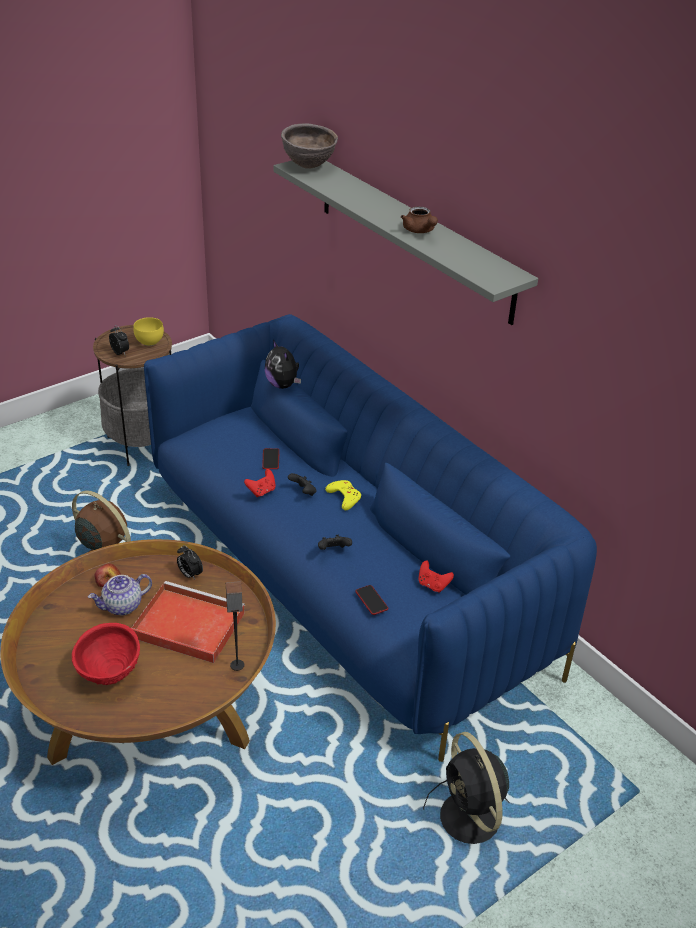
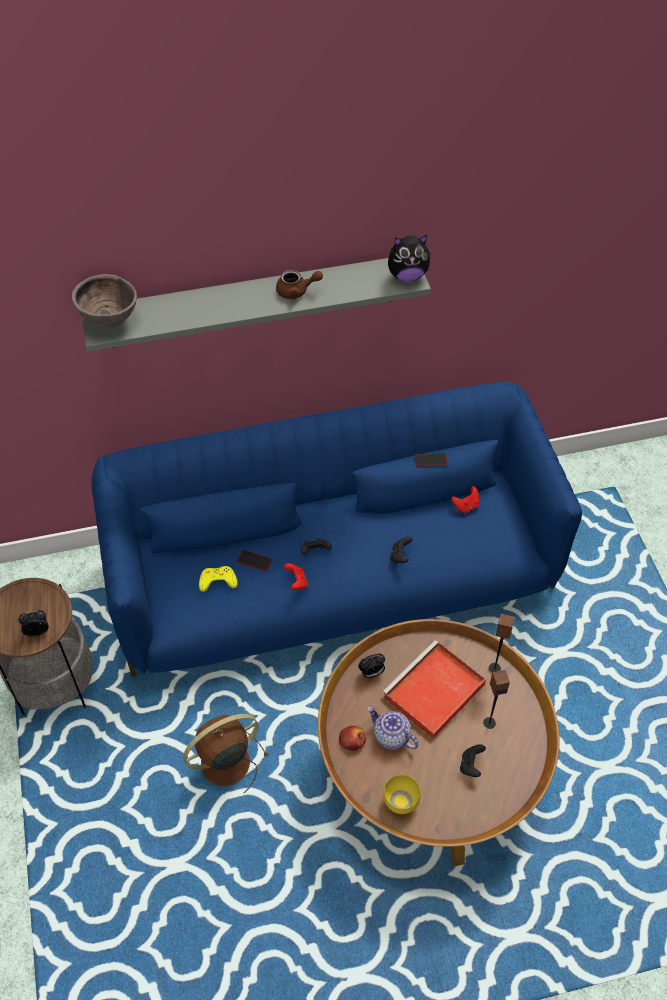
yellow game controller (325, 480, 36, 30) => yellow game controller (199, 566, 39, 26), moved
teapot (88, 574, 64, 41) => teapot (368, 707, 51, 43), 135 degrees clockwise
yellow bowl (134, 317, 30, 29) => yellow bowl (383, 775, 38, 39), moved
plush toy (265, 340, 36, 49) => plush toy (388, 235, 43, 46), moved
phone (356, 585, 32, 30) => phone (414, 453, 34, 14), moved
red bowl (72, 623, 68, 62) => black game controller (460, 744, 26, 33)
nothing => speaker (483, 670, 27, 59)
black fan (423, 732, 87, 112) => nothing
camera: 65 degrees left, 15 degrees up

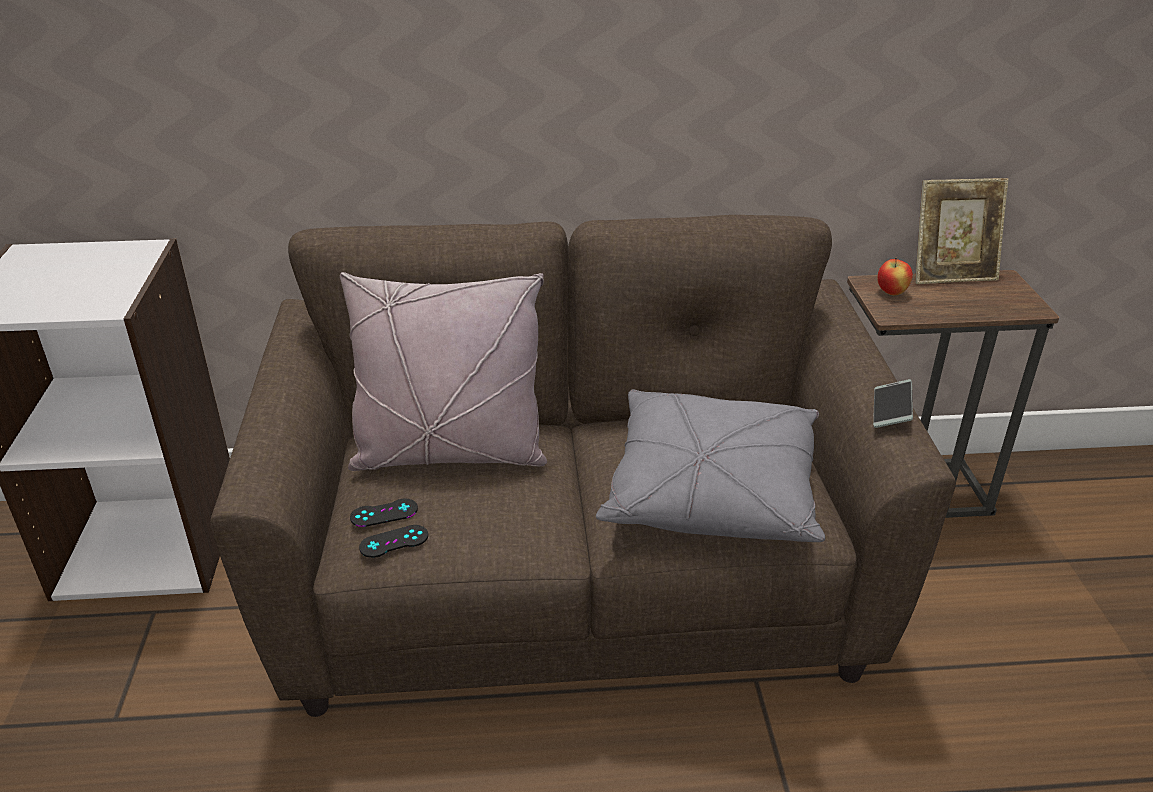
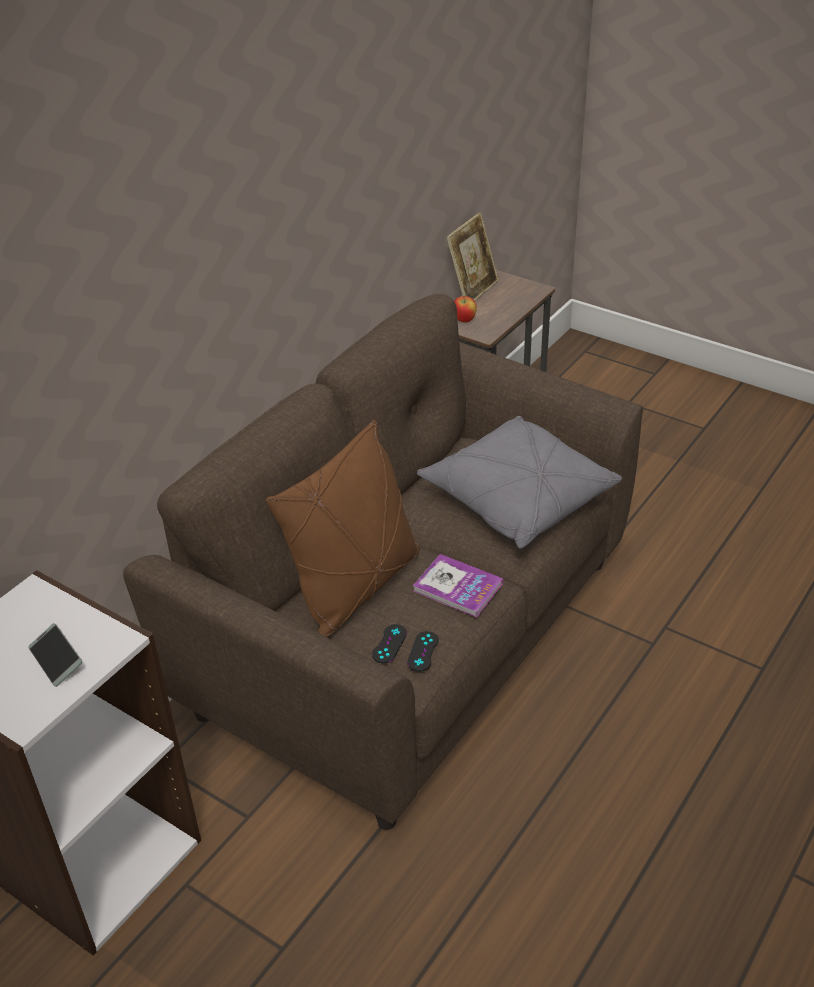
phone (873, 379, 40, 49) => phone (28, 623, 54, 64), moved
purple pillow (340, 272, 207, 199) => brown pillow (266, 420, 154, 218)
nothing => book (413, 554, 90, 63)
camera: 50 degrees left, 5 degrees up

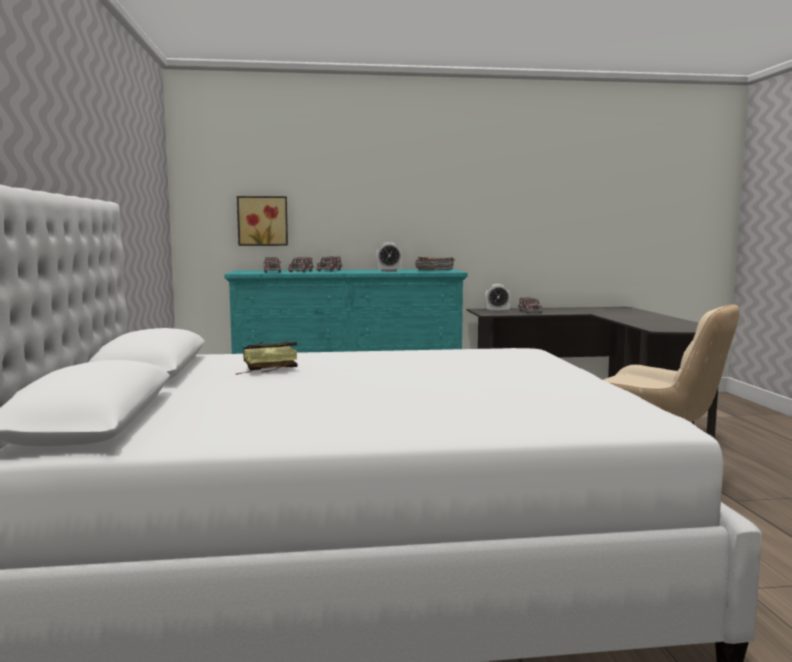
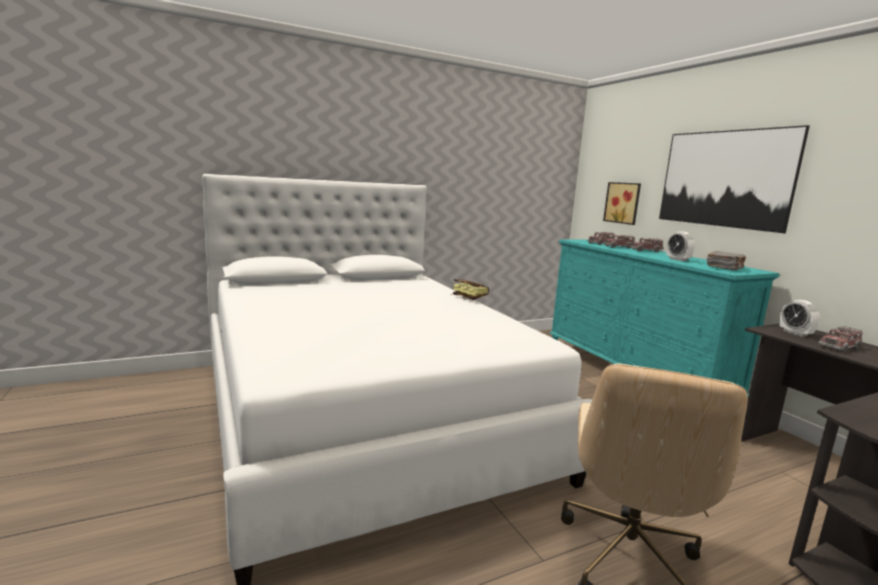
book (235, 340, 63, 35) => book (451, 279, 38, 21), moved
nothing => picture (659, 125, 151, 108)
camera: 70 degrees right, 5 degrees up

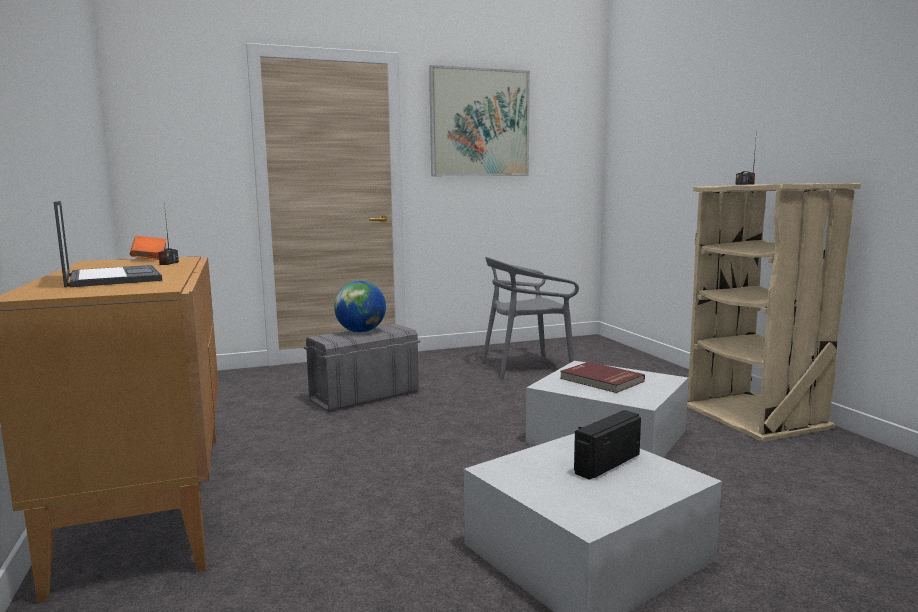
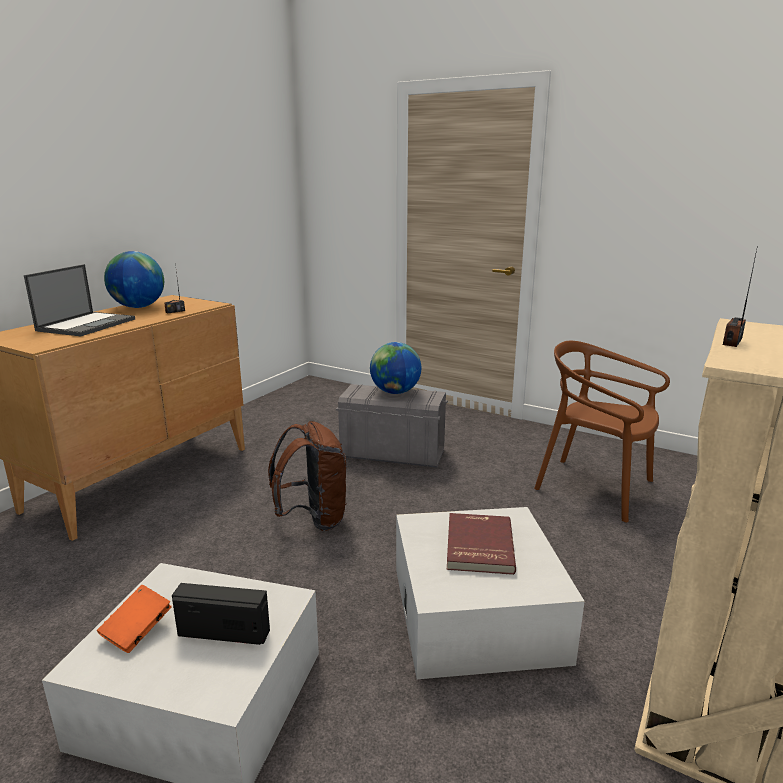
orange book (130, 236, 37, 24) => orange book (97, 585, 75, 68), moved
nothing => globe (104, 251, 60, 57)
nothing => brown backpack (268, 421, 79, 110)
grey chair (481, 257, 98, 123) => brown chair (534, 341, 136, 181)
picture (429, 65, 101, 111) => nothing
camera: 50 degrees right, 10 degrees up

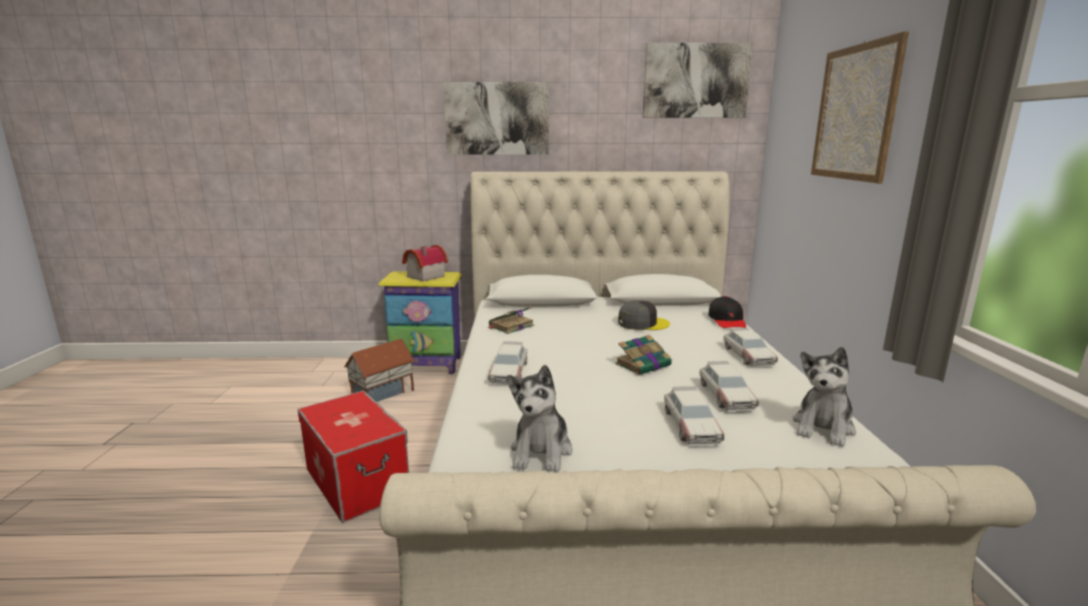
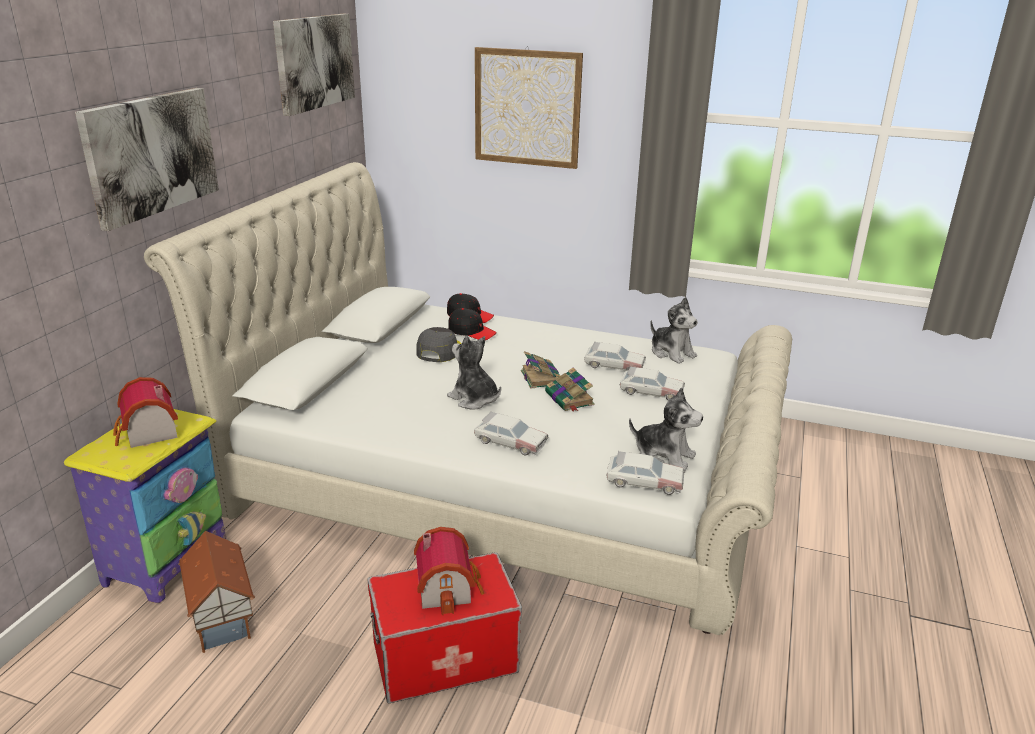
nothing => toy house (414, 527, 70, 88)
nothing => plush toy (447, 335, 54, 74)
nothing => black cap (448, 308, 49, 32)
book (488, 307, 46, 27) => book (545, 368, 50, 44), moved
toy car (723, 328, 55, 39) => toy car (606, 451, 78, 44), moved
camera: 70 degrees left, 10 degrees up

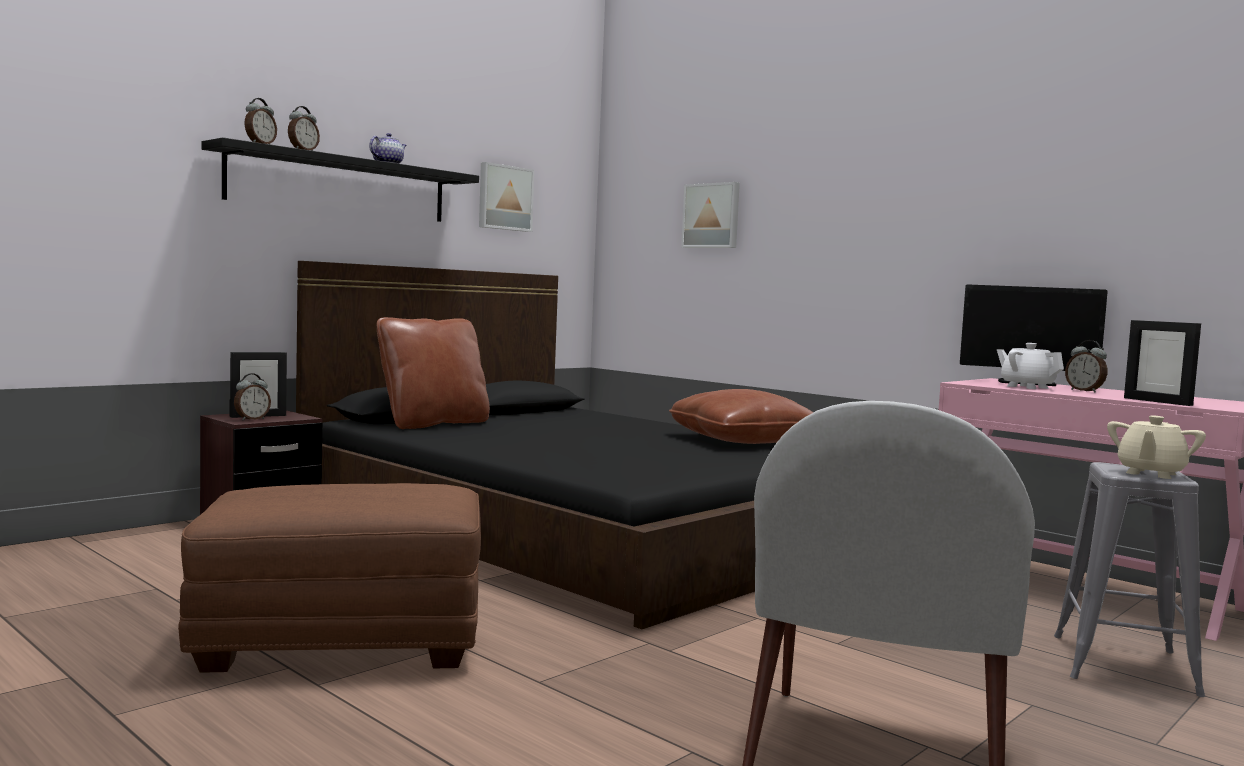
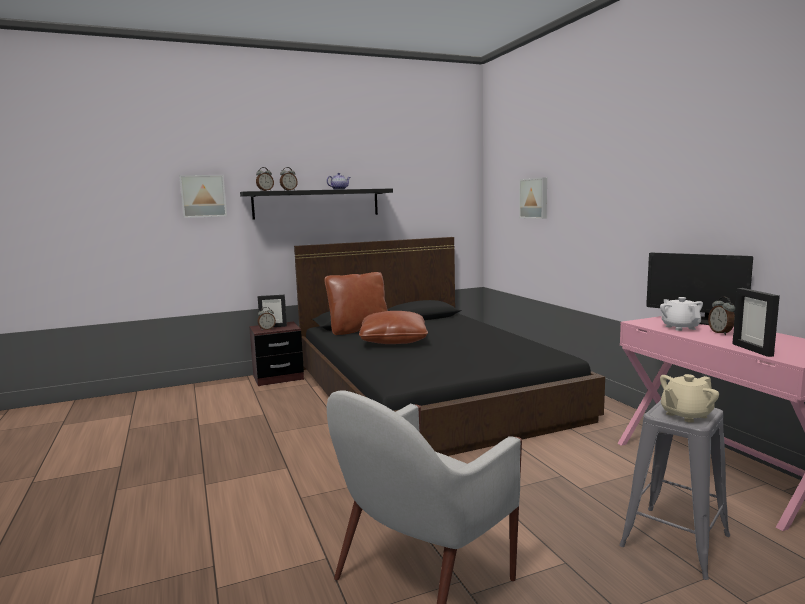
picture (479, 162, 55, 70) => picture (179, 175, 48, 43), moved
brown pillow (669, 389, 144, 55) => brown pillow (359, 311, 69, 33), moved
brown ottoman (178, 483, 303, 190) => nothing
camera: 25 degrees right, 5 degrees up

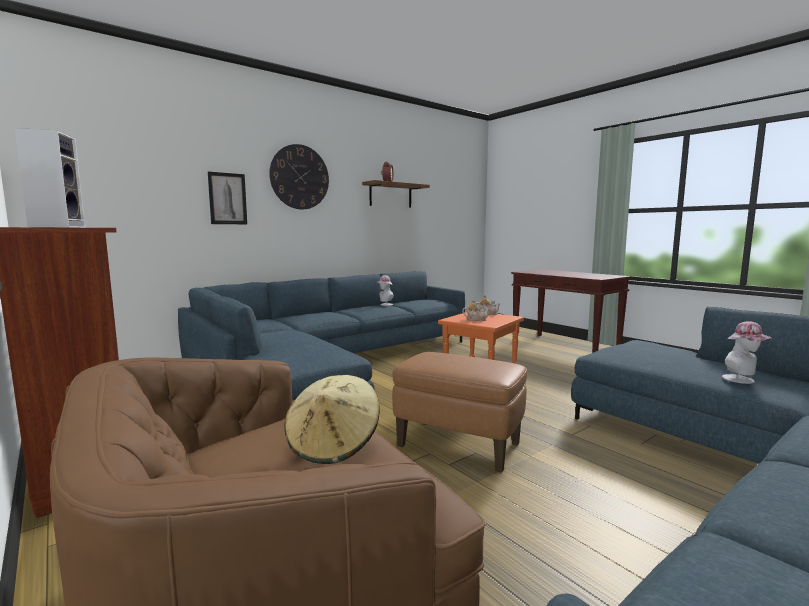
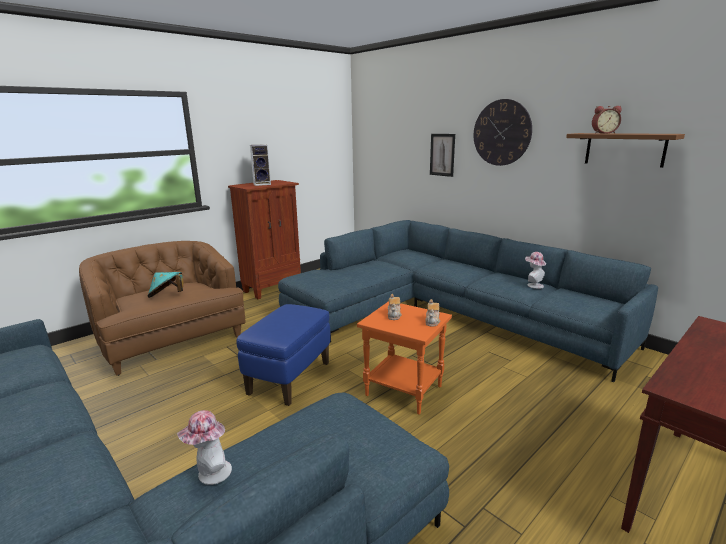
beige hat (284, 375, 96, 89) => turquoise hat (147, 272, 36, 26)
brown ottoman (392, 352, 135, 121) => blue ottoman (236, 304, 94, 102)
camera: 85 degrees right, 10 degrees up

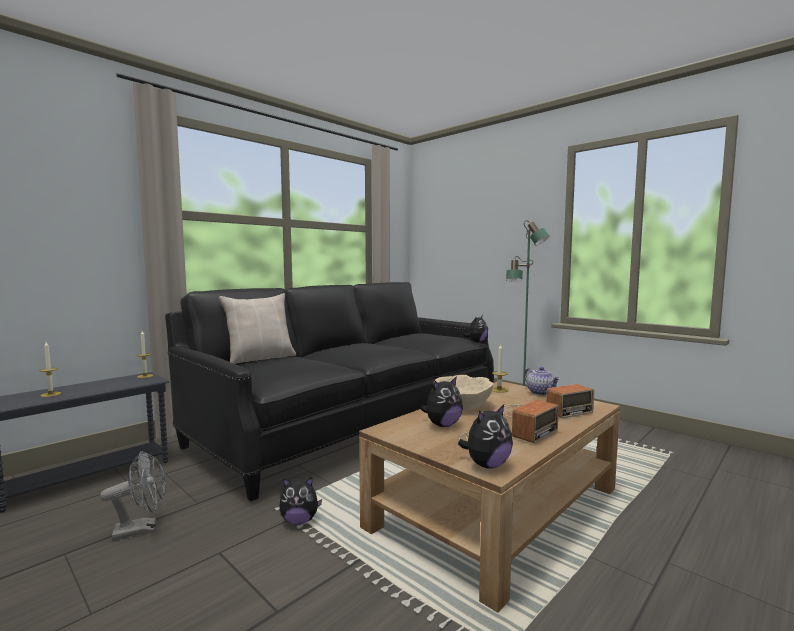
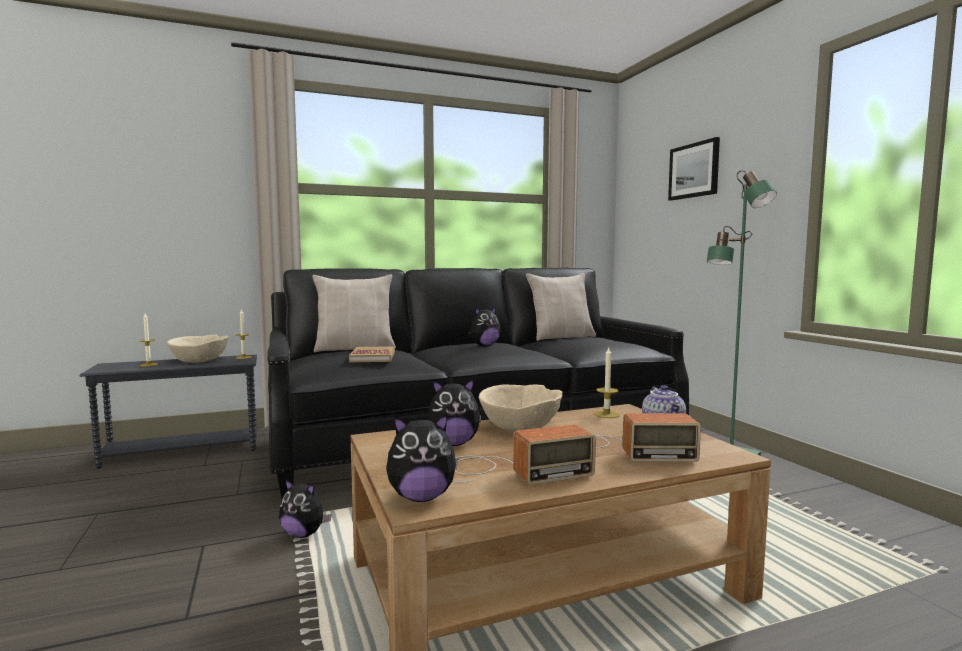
nothing => beige bowl (167, 335, 61, 28)
nothing => book (349, 346, 46, 16)
plush toy (463, 315, 25, 27) => plush toy (468, 306, 33, 40), moved
nothing => beige pillow (526, 273, 70, 68)
nothing => picture (668, 137, 52, 64)
grey fan (100, 451, 66, 89) => nothing
camera: 25 degrees right, 0 degrees up

